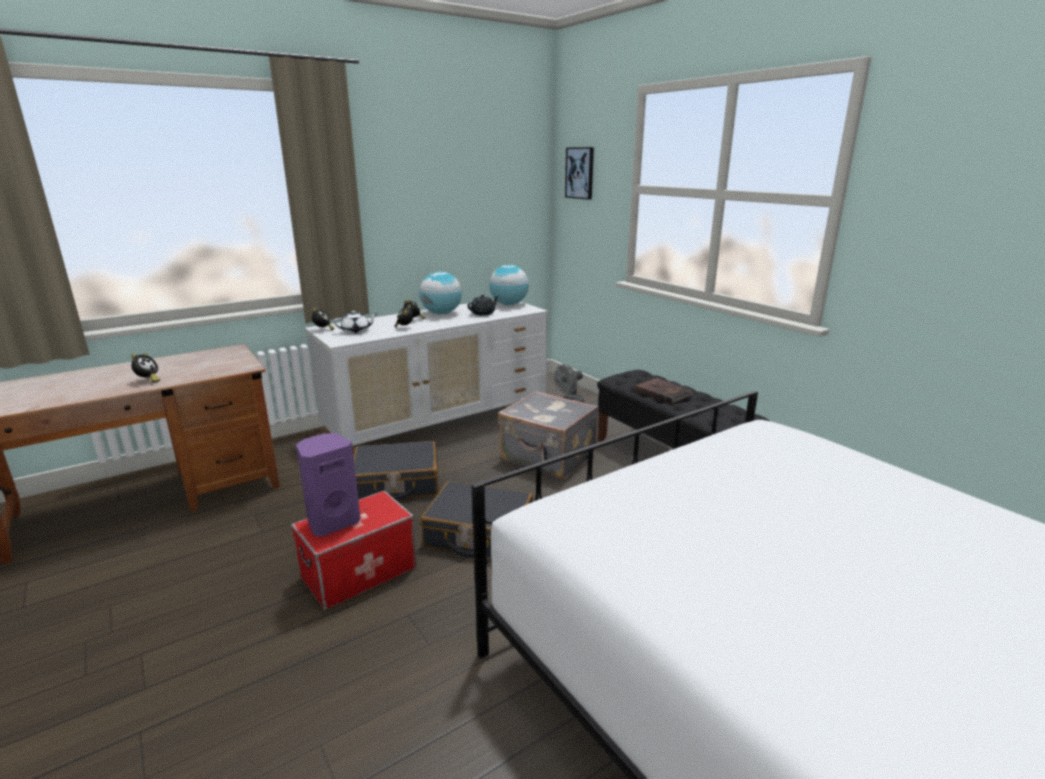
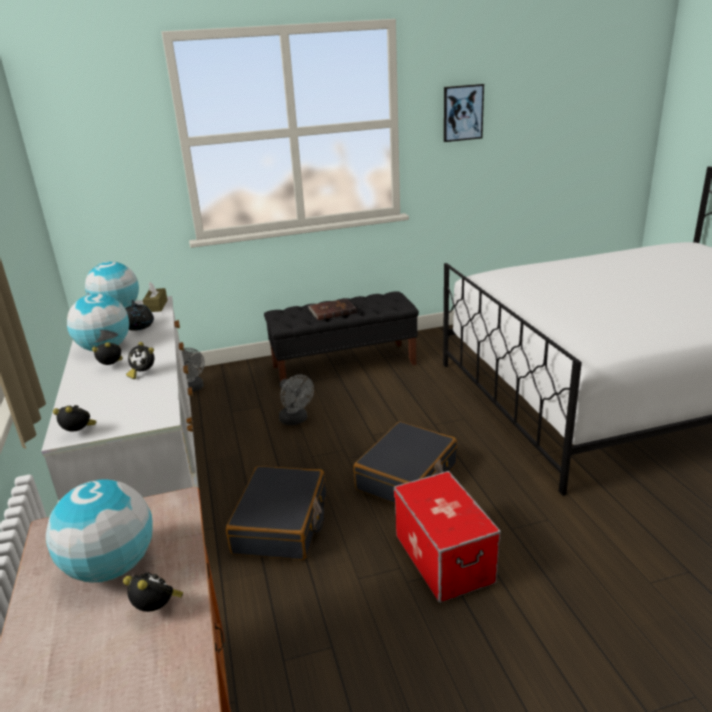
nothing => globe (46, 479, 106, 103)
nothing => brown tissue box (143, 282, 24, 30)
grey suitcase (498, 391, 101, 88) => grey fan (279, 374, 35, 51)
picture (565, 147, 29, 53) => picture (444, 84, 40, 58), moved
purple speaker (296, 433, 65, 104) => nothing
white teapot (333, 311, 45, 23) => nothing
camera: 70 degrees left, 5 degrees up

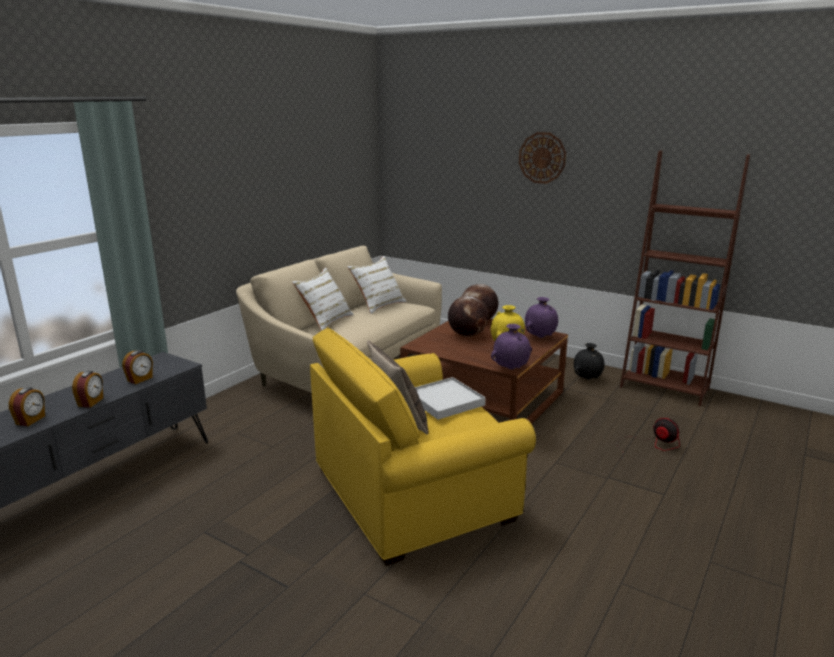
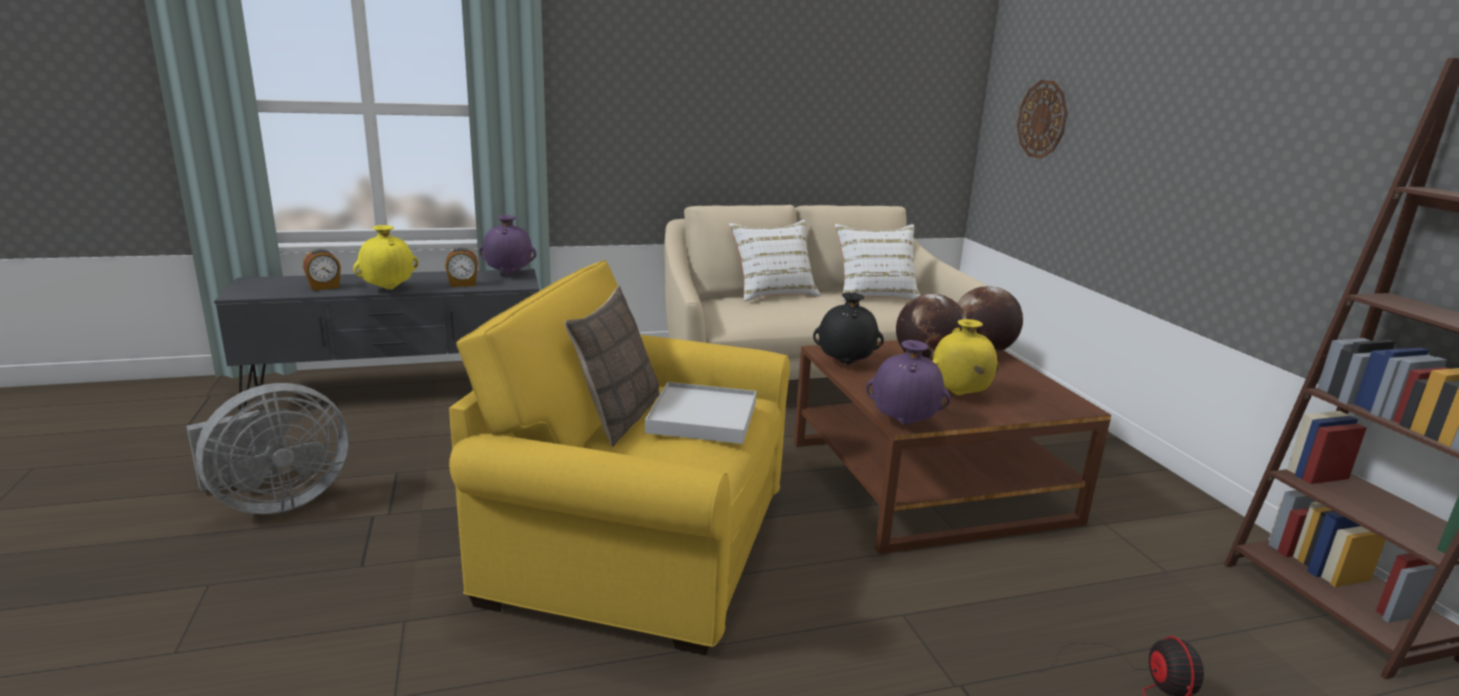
nothing => grey fan (186, 383, 163, 131)
alarm clock (72, 371, 31, 37) => yellow vase (353, 225, 65, 65)
purple vase (525, 297, 33, 41) => purple vase (479, 215, 57, 60), moved
black vase (574, 343, 31, 37) => black vase (813, 292, 71, 73), moved
wall clock (519, 132, 47, 52) => wall clock (1017, 80, 51, 79), moved
camera: 40 degrees right, 0 degrees up

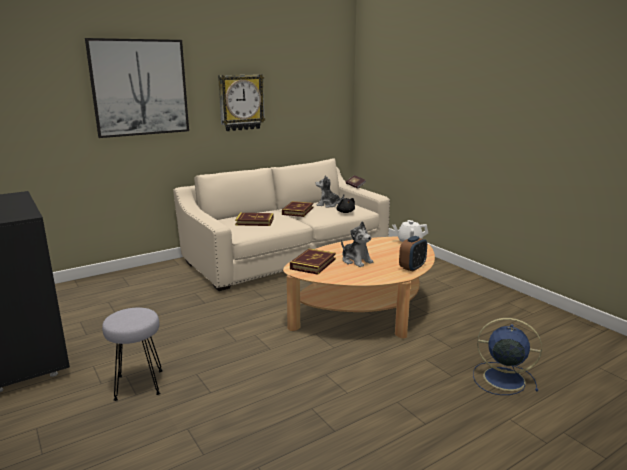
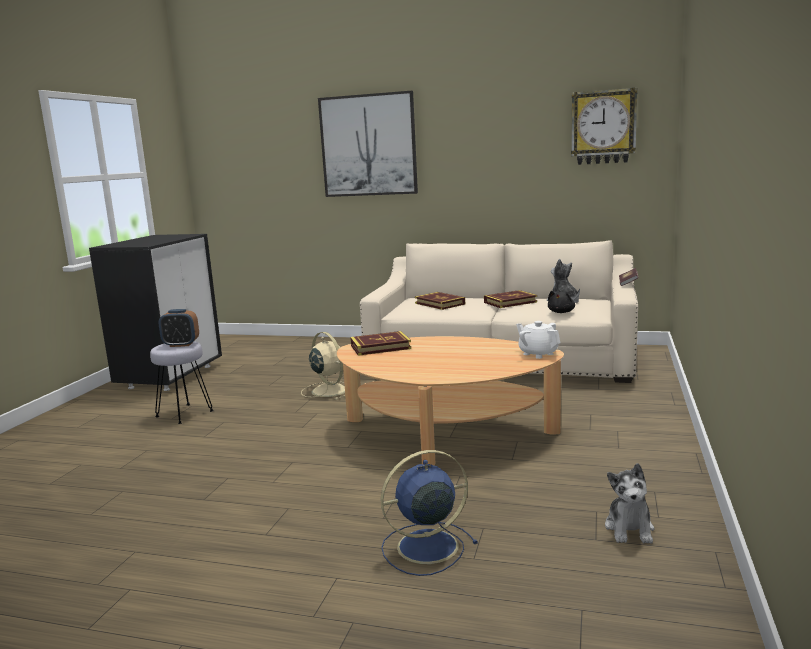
alarm clock (399, 236, 28, 36) => alarm clock (159, 309, 40, 38), moved
nothing => beige fan (301, 332, 44, 68)
blue fan (473, 318, 69, 77) => blue fan (381, 450, 97, 126), 90 degrees counterclockwise
wall clock (218, 74, 47, 57) => wall clock (571, 88, 67, 77), moved
plush toy (341, 221, 32, 46) => plush toy (605, 463, 49, 81), moved
camera: 50 degrees right, 5 degrees down

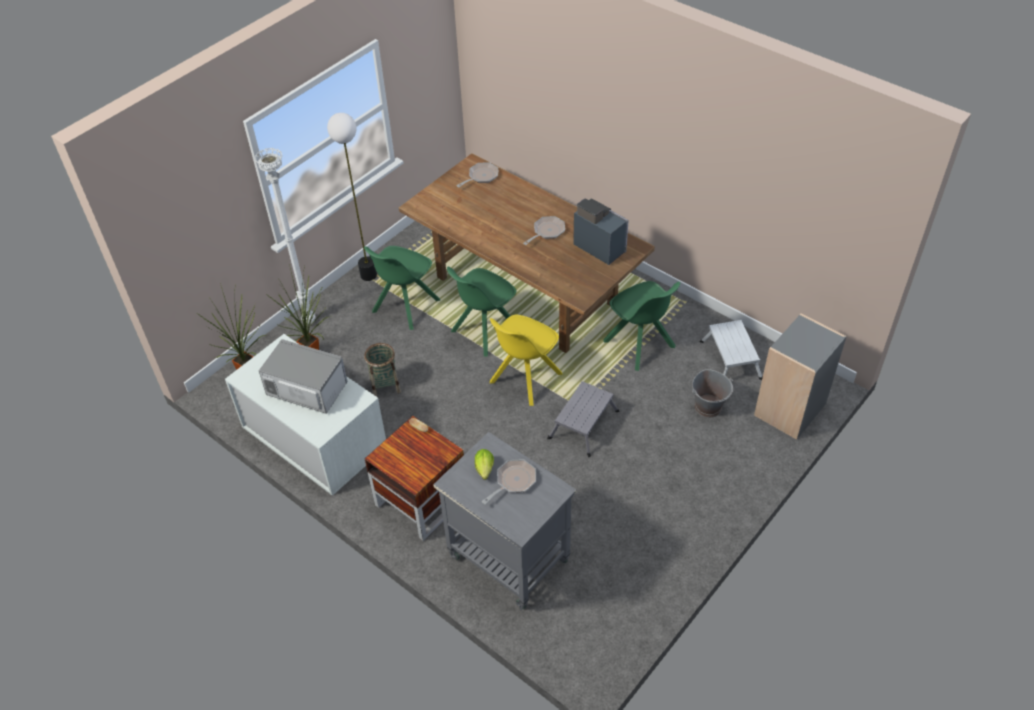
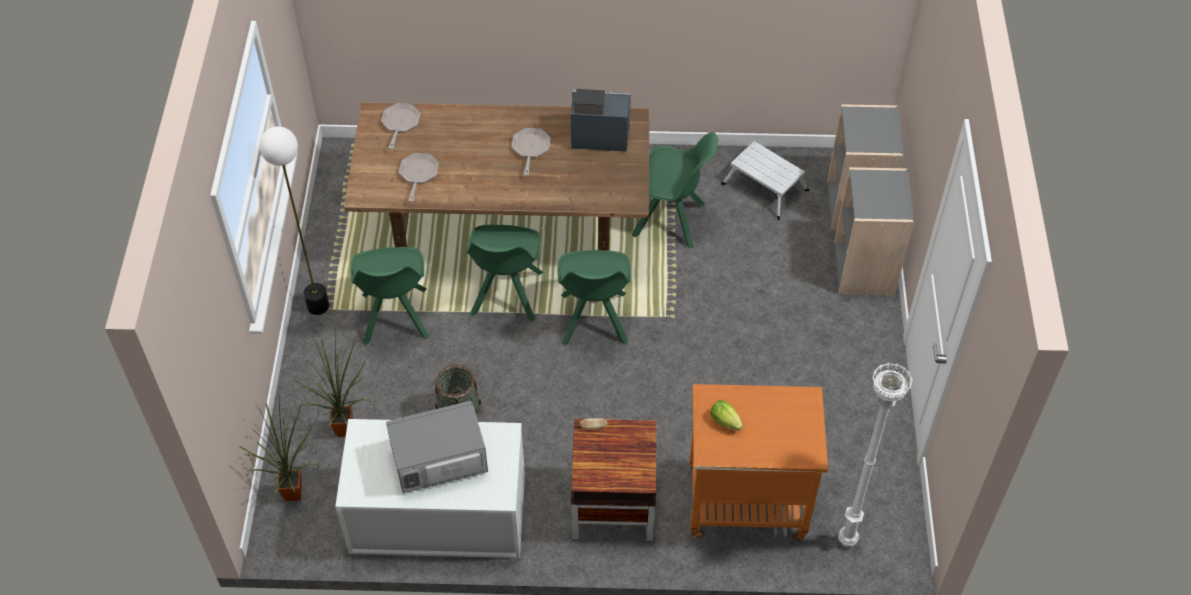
frying pan (482, 460, 54, 44) => frying pan (399, 153, 40, 49), moved
yellow chair (490, 315, 72, 91) => green chair (557, 250, 74, 96)
grey cart (433, 432, 144, 179) => orange cart (689, 384, 139, 157)
nothing => grey bookcase (834, 167, 80, 129)
white floor lamp (254, 148, 62, 176) => white floor lamp (838, 362, 75, 185), moved
grey step ladder (547, 381, 73, 76) => nothing
grey bucket (692, 369, 41, 49) => nothing
camera: 40 degrees left, 5 degrees up

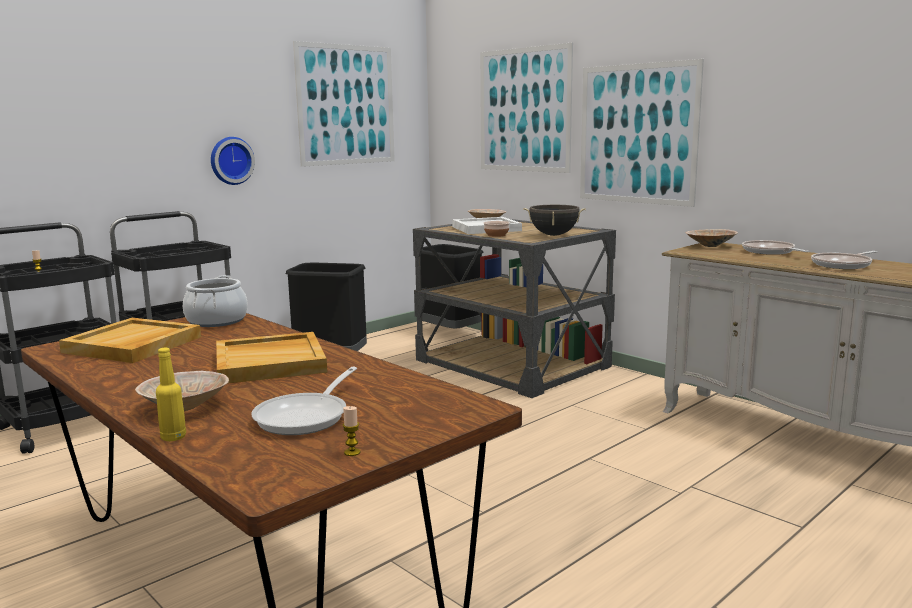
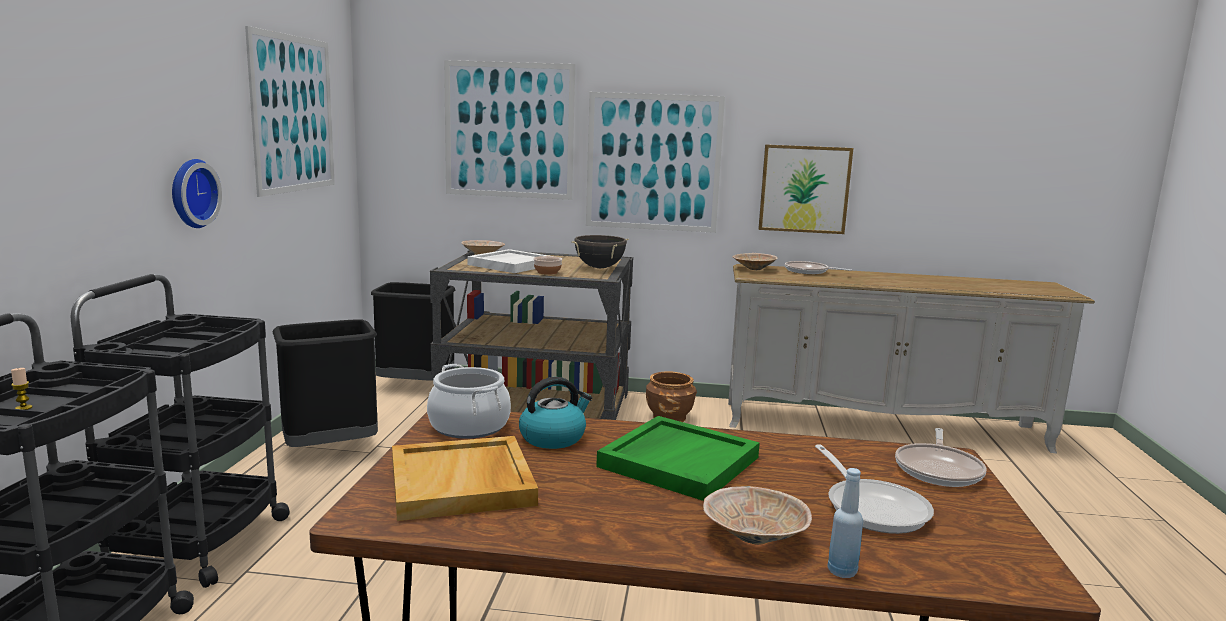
nothing => kettle (519, 377, 73, 72)
beige tray (216, 332, 111, 51) => green tray (596, 416, 164, 85)
nothing => brown planter (646, 371, 51, 51)
nothing => picture (758, 144, 95, 90)
yellow bottle (156, 348, 30, 93) => blue bottle (828, 468, 35, 110)
frying pan (811, 251, 67, 18) => frying pan (895, 428, 92, 59), moved
candle (342, 406, 18, 50) => nothing
camera: 40 degrees left, 0 degrees up

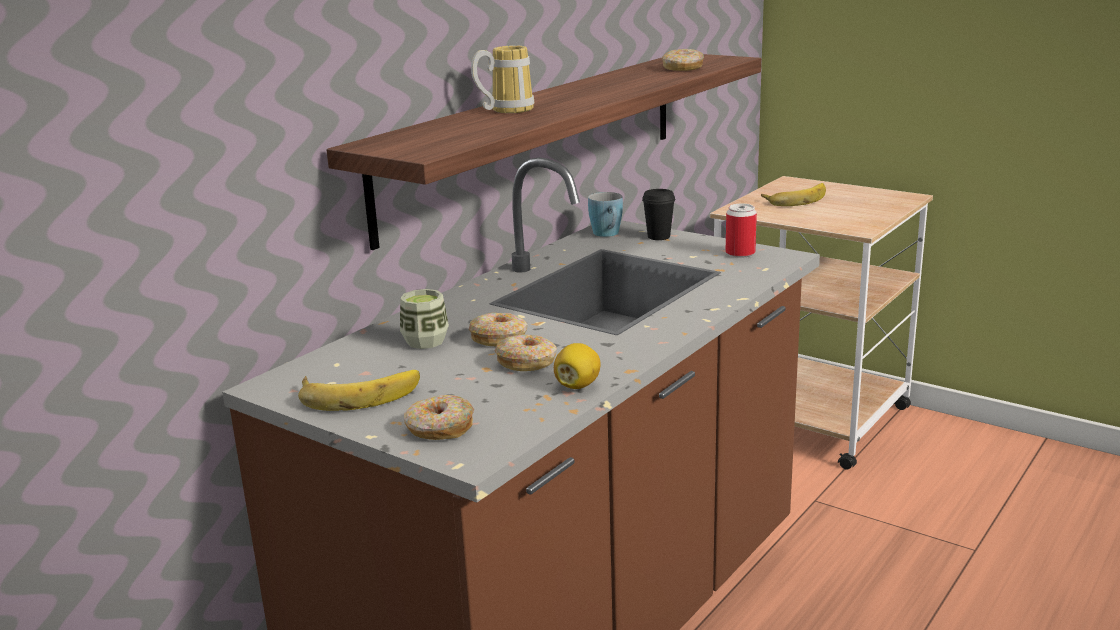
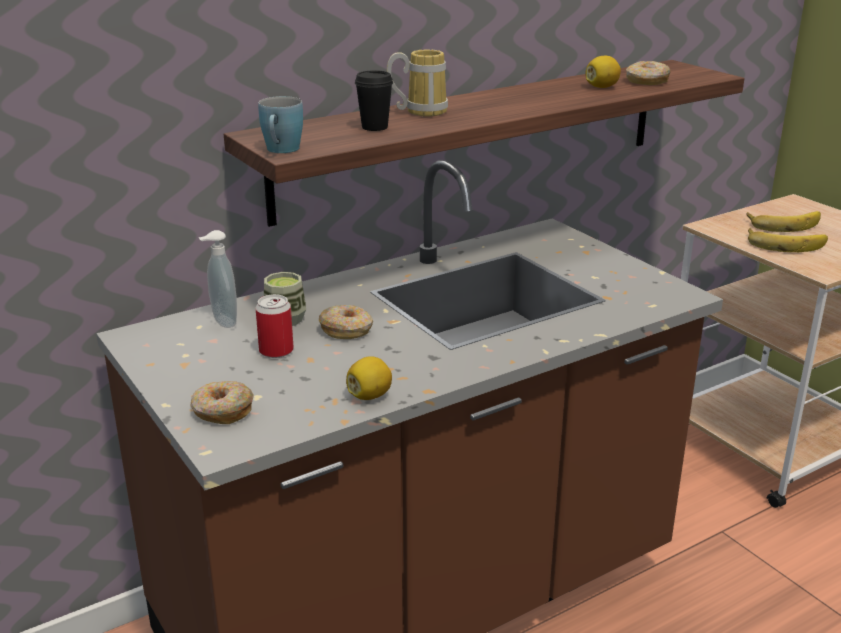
nothing => soap dispenser (199, 230, 38, 98)
can (726, 204, 31, 54) => can (256, 294, 38, 64), moved
blue mug (588, 192, 35, 45) => blue mug (258, 96, 45, 57), moved
black cup (642, 189, 33, 51) => black cup (355, 70, 38, 61), moved
nothing => lemon (585, 56, 36, 32)
banana (298, 370, 122, 41) => banana (748, 228, 80, 24), moved
donut (495, 335, 62, 36) => nothing
camera: 20 degrees right, 5 degrees up

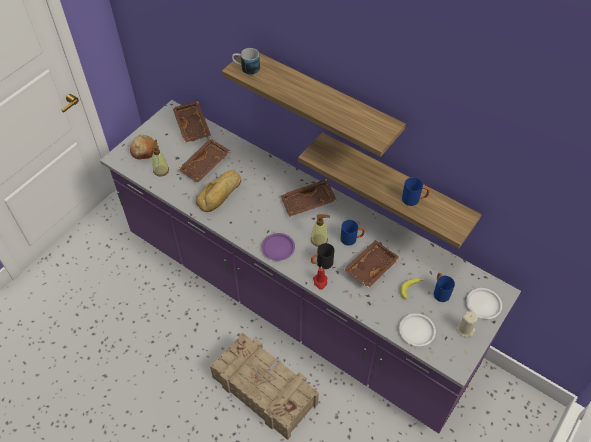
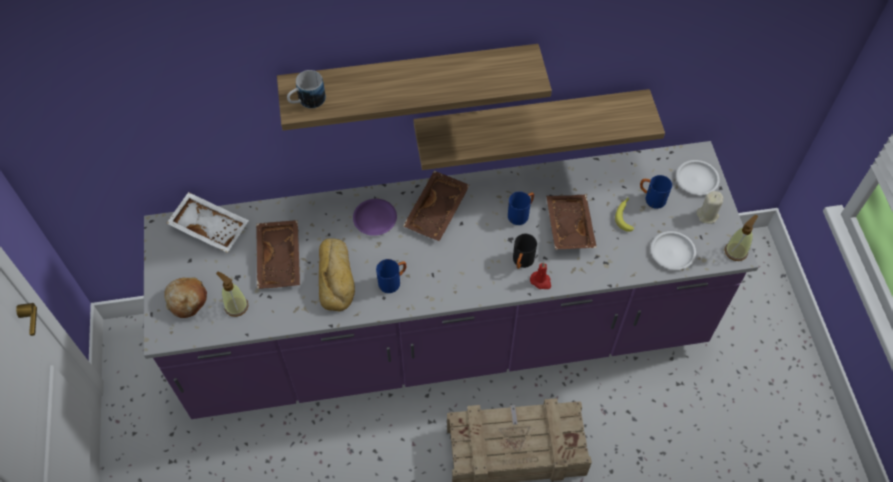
brown tray (173, 101, 38, 42) => white tray (166, 192, 83, 61)
purple plate (262, 233, 33, 28) => purple plate (353, 199, 44, 37), moved
blue mug (402, 177, 28, 29) => blue mug (376, 259, 30, 34), moved
soap dispenser (311, 214, 19, 33) => soap dispenser (725, 215, 33, 46), moved
camera: 45 degrees left, 5 degrees up

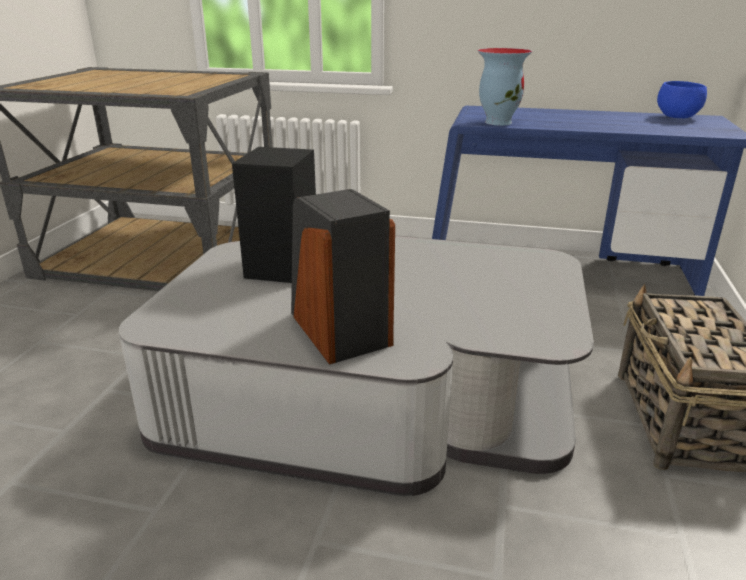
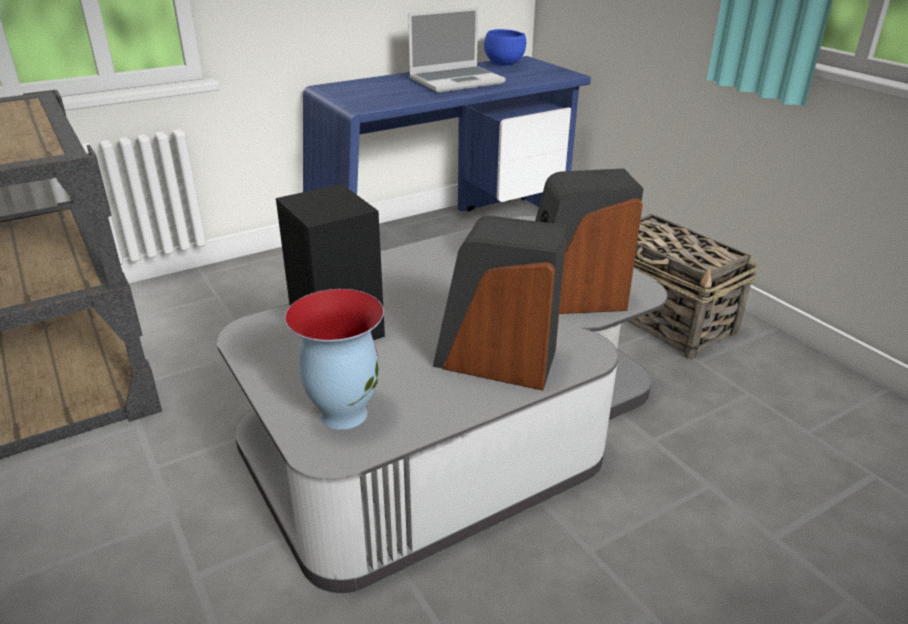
vase (478, 48, 54, 77) => vase (285, 289, 99, 141), moved
nothing => laptop (408, 7, 97, 86)
nothing => speaker (535, 168, 109, 146)
camera: 45 degrees left, 5 degrees up

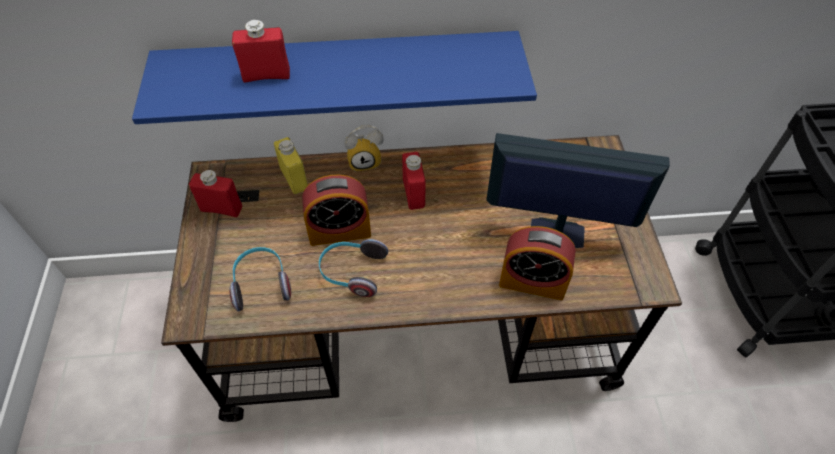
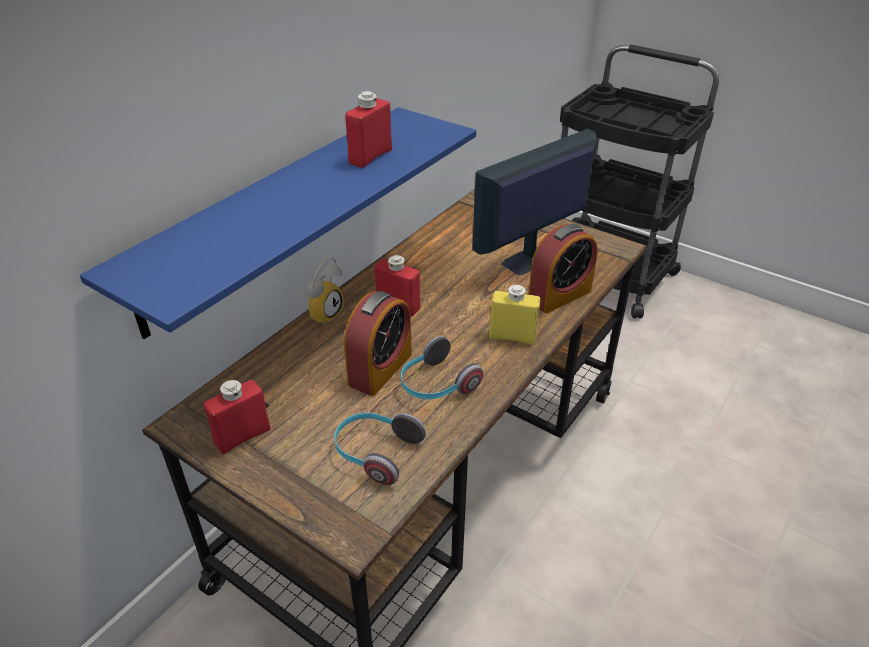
red bottle (232, 20, 58, 63) => red bottle (345, 91, 47, 77), moved
yellow bottle (274, 137, 34, 57) => yellow bottle (489, 285, 51, 60), moved
camera: 50 degrees left, 15 degrees down

